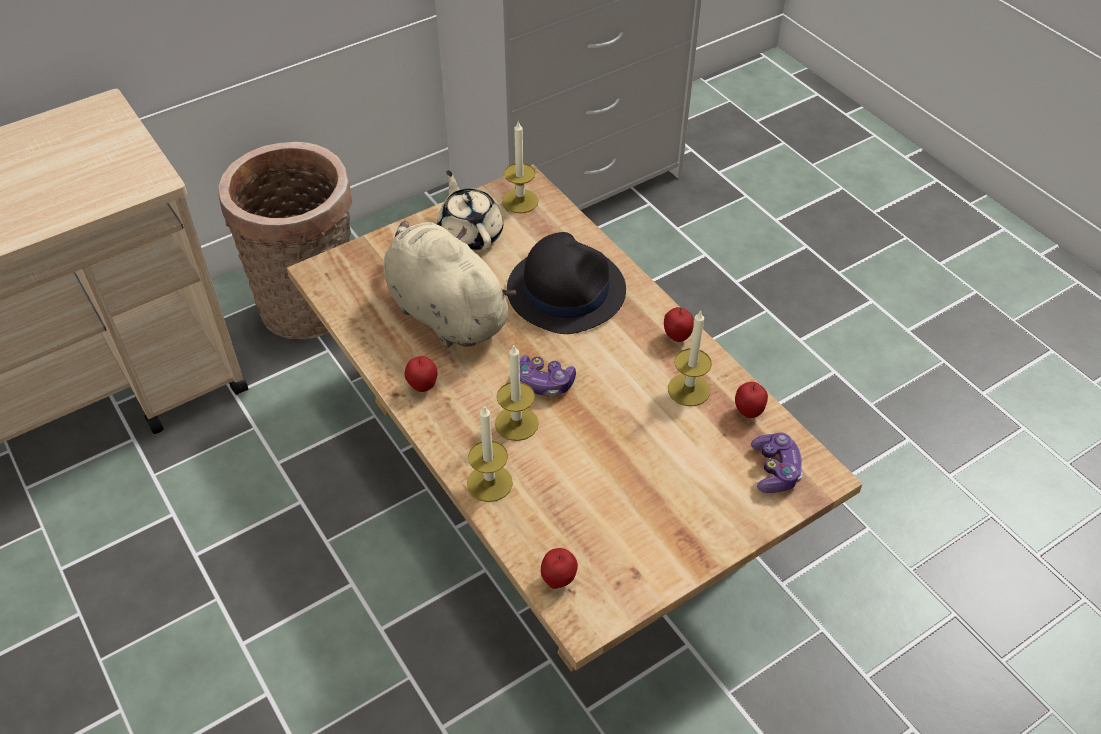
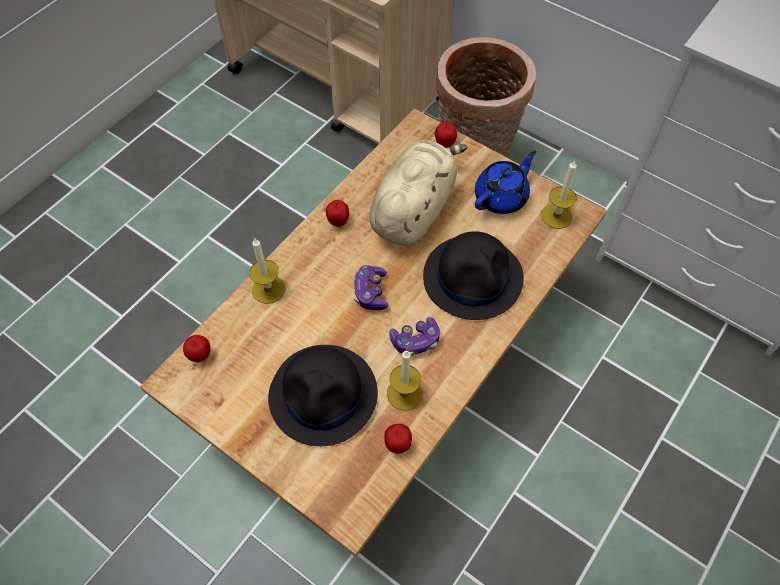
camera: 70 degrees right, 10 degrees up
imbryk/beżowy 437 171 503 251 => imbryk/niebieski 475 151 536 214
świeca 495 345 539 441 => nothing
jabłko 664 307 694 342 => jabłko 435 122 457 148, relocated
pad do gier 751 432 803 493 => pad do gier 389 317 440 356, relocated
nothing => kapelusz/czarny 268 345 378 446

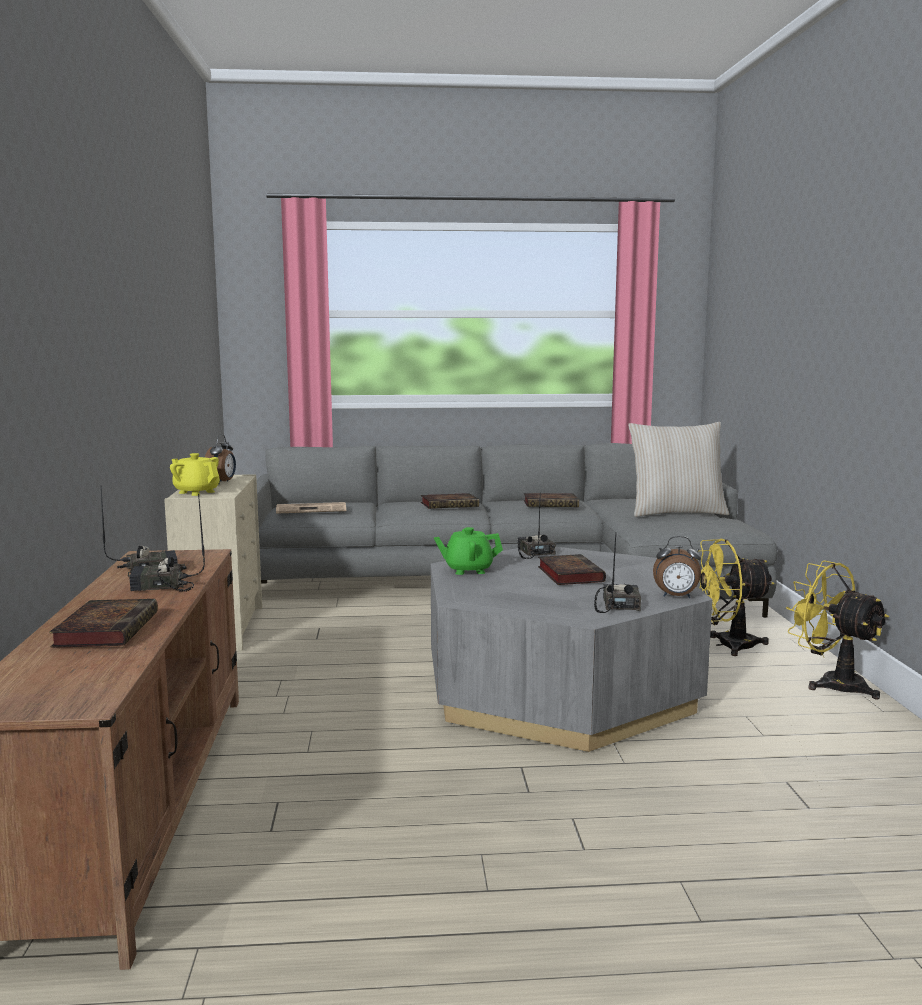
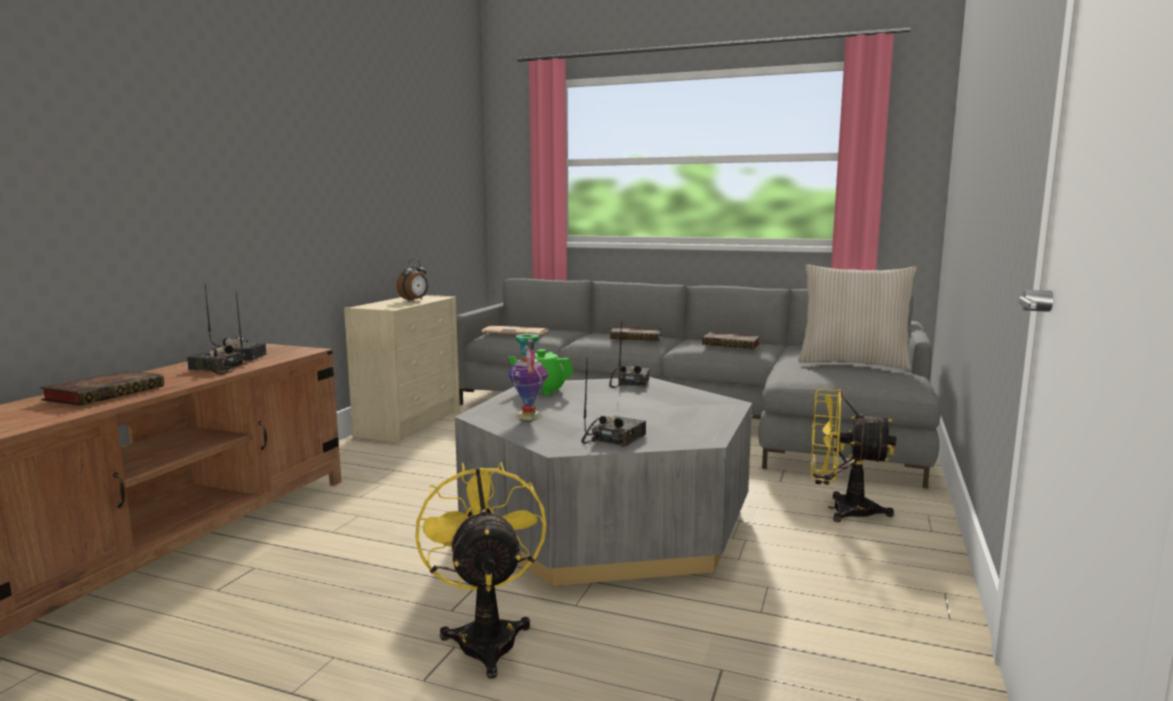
camera: 25 degrees right, 0 degrees up
imbryk/żółty 170 453 220 496 => nothing
książka 538 554 606 585 => nothing
budzik 653 536 701 598 => nothing
wentylator/żółty 786 560 889 699 => wentylator/żółty 416 462 546 679, relocated
nothing => wazon 507 334 549 420

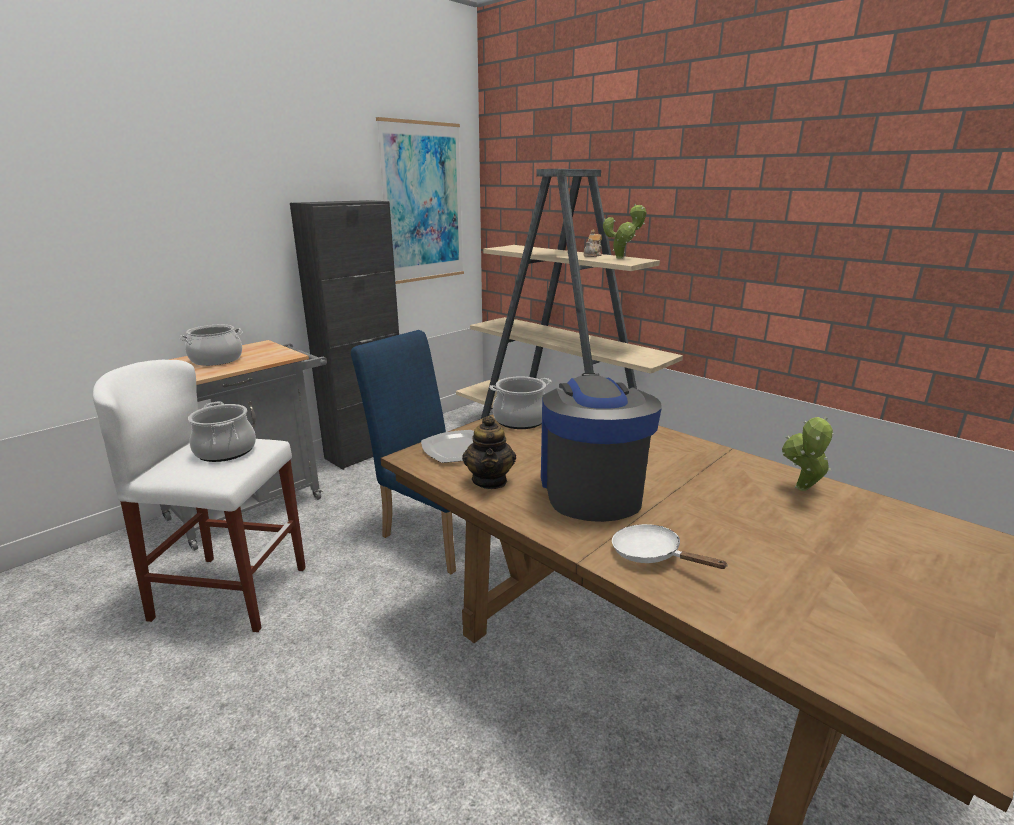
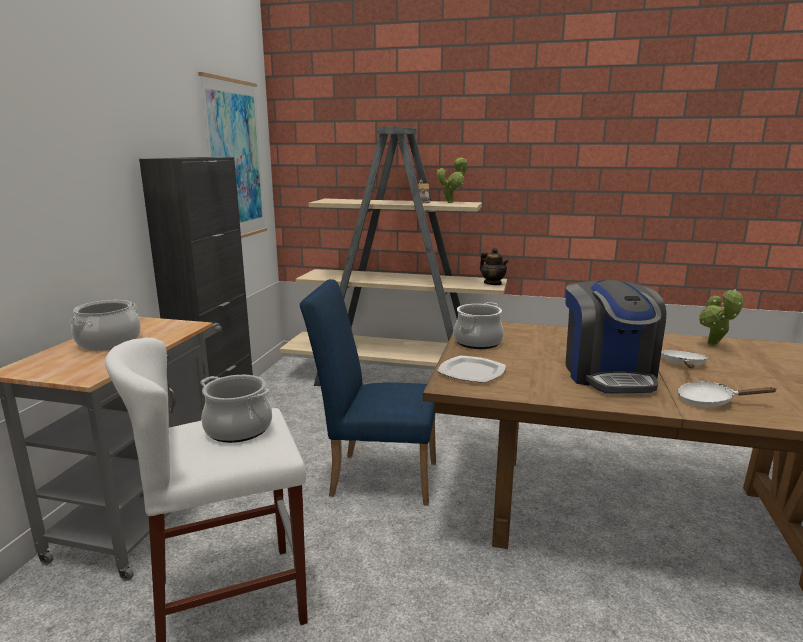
camera: 30 degrees left, 5 degrees down
imbryk 462 416 516 489 => imbryk 480 248 508 285, relocated
ekspres do kawy 541 373 662 522 => ekspres do kawy 565 280 666 393, 150 degrees counterclockwise
nothing => patelnia/biały 661 350 709 368

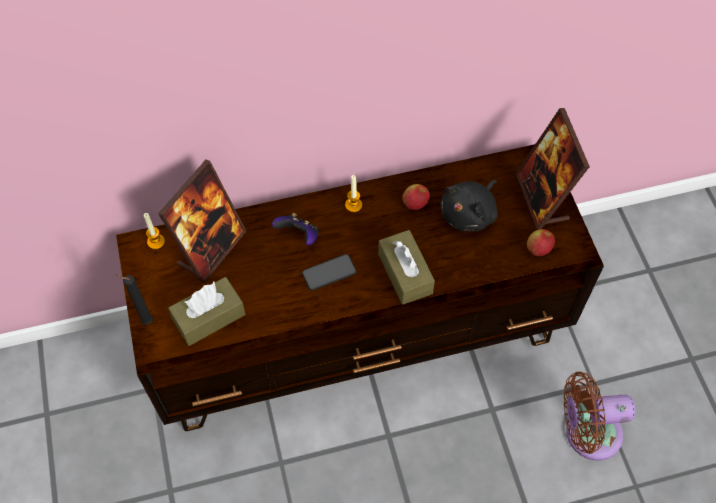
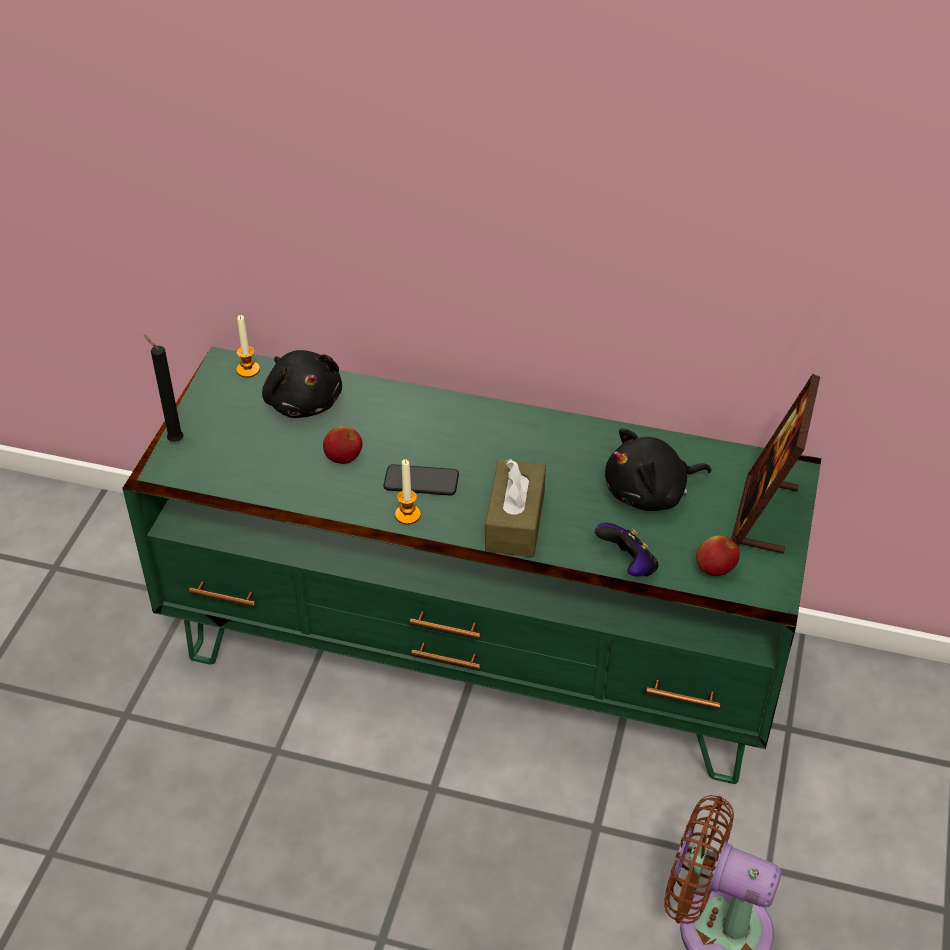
camera: 30 degrees right, 15 degrees down
szafka pod telewizor/brązowy 116 144 604 431 => szafka pod telewizor/zielony 122 347 821 784
ramka na zdjęcie 158 160 246 283 => pluszak/czarny 262 350 342 418
pudełko chusteczek/brązowy 168 277 245 346 => nothing
pad do gier 272 213 319 245 => pad do gier 595 523 659 576, relocated
świeca 345 175 362 212 => świeca 395 459 421 525, relocated
jabłko 403 184 430 210 => jabłko 323 426 363 464, relocated

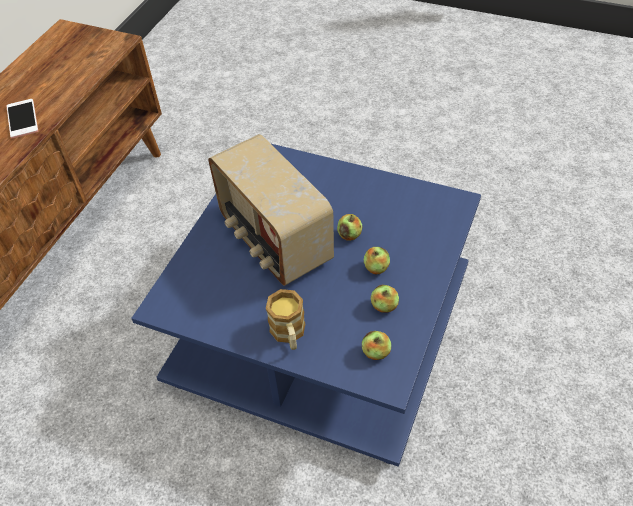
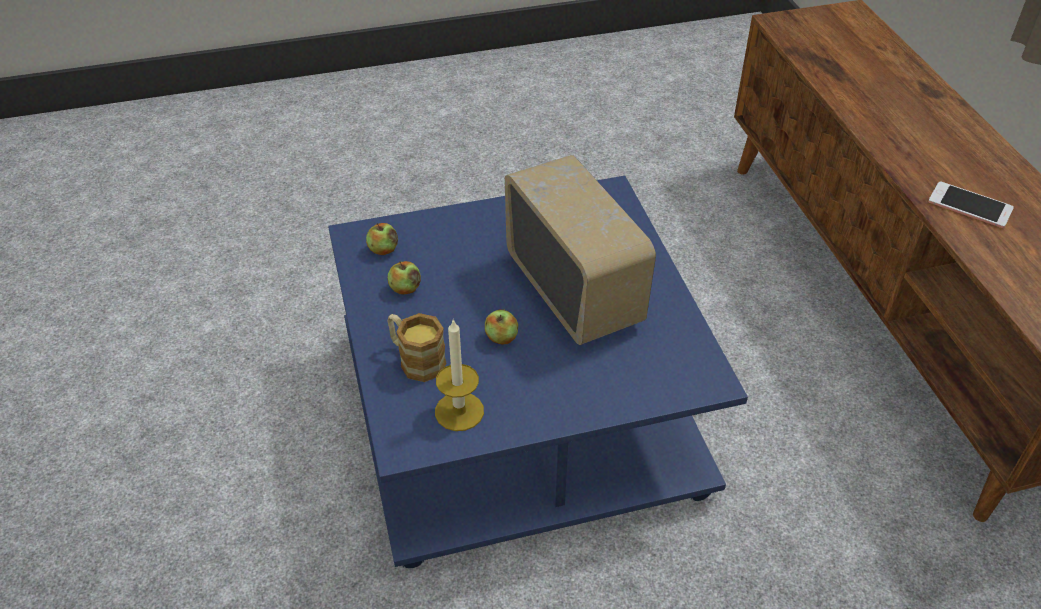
camera: 140 degrees right, 5 degrees down
radio 208 134 334 286 => radio 505 155 656 345, 45 degrees clockwise
kubek 266 289 305 350 => kubek 387 313 446 382, relocated
jabłko 364 247 390 274 => nothing
nothing => świeca 435 319 484 431

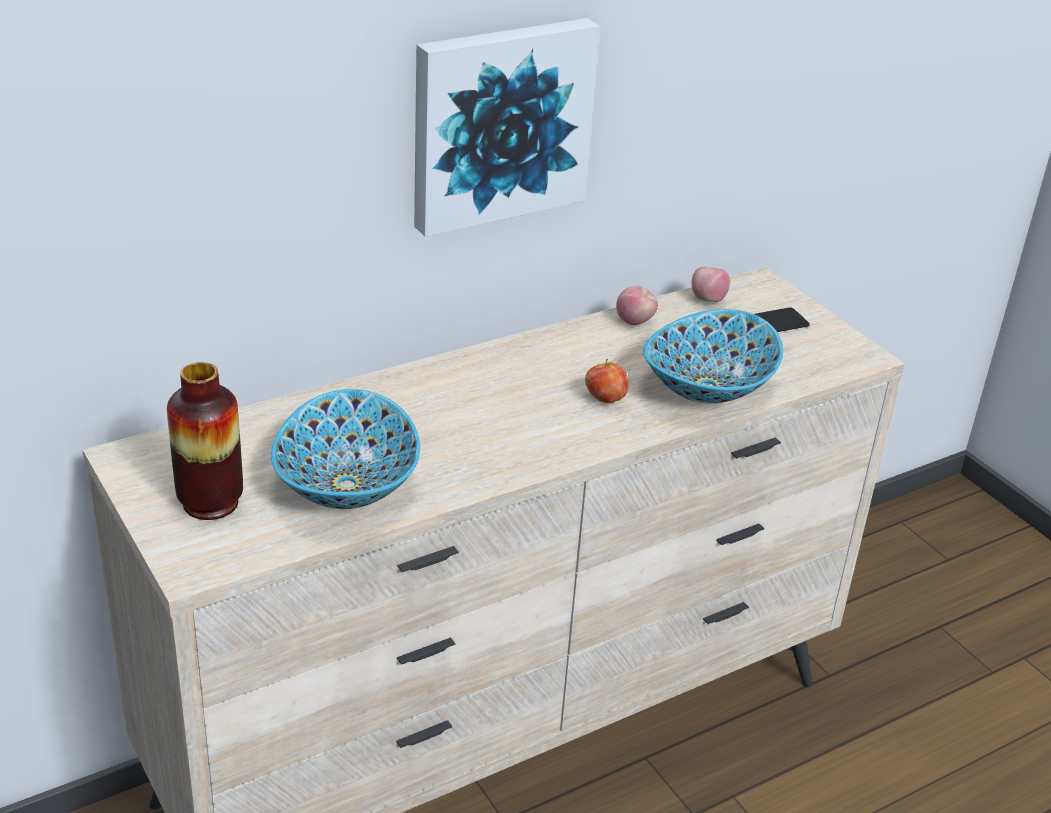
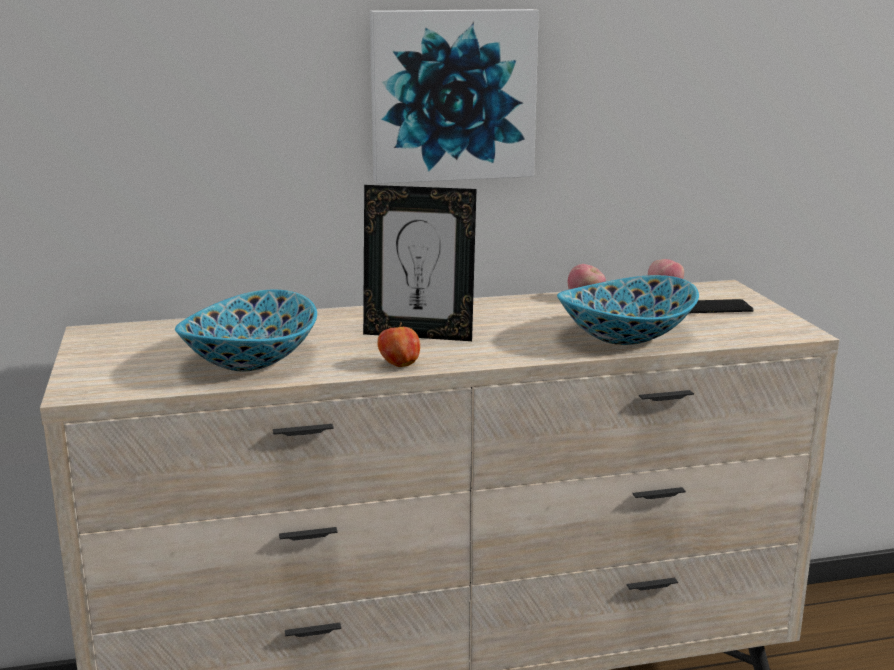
camera: 20 degrees right, 15 degrees down
wazon 167 362 243 520 => nothing
jabłko 585 358 628 403 => jabłko 378 322 420 367, relocated
nothing => ramka na zdjęcie 363 185 476 341

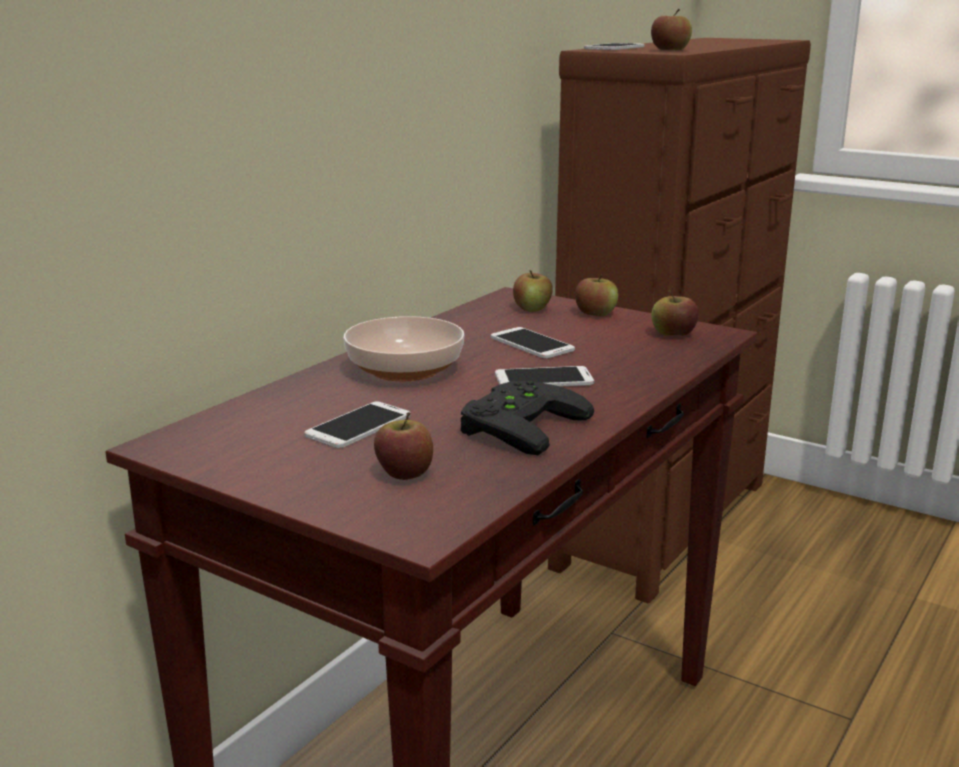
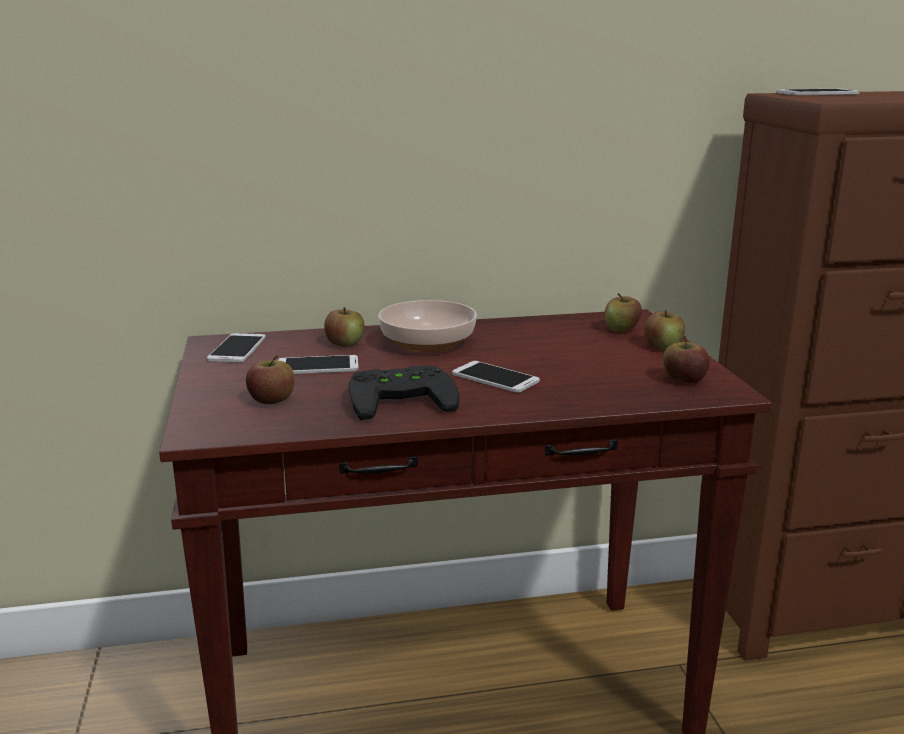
camera: 45 degrees right, 0 degrees up
telefon 491 327 575 359 => telefon 207 333 266 363, relocated
jabłko 651 9 692 50 => jabłko 324 307 365 347, relocated

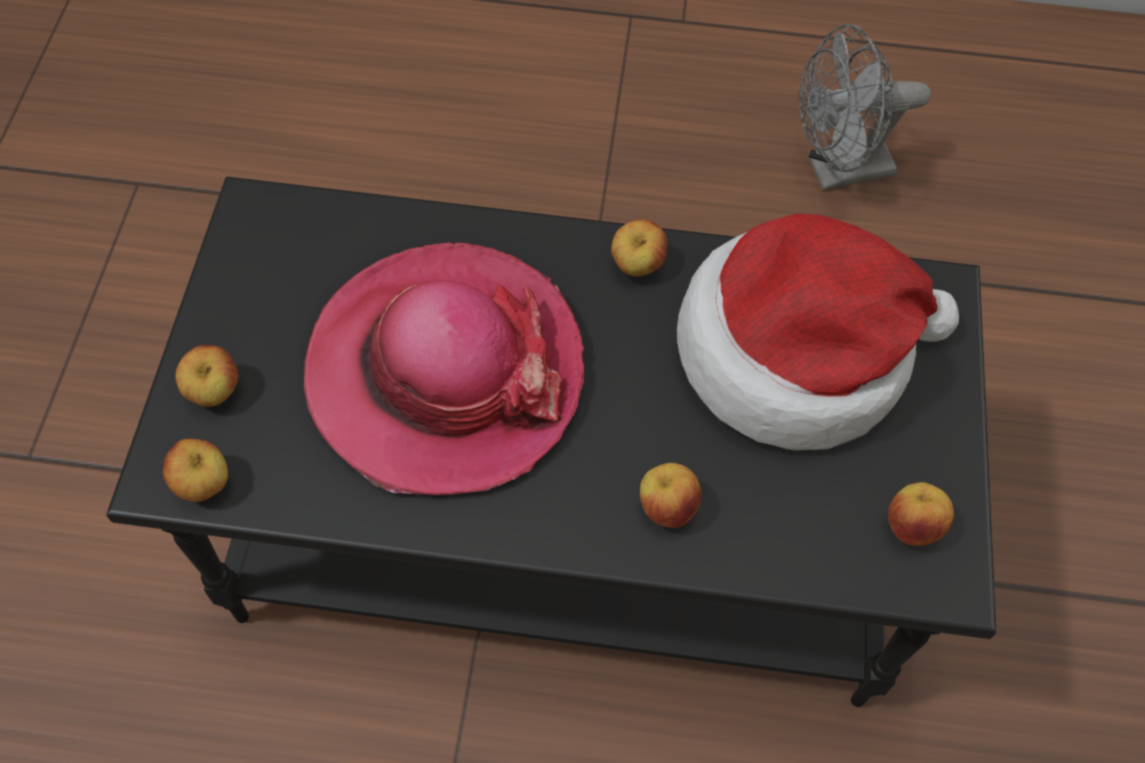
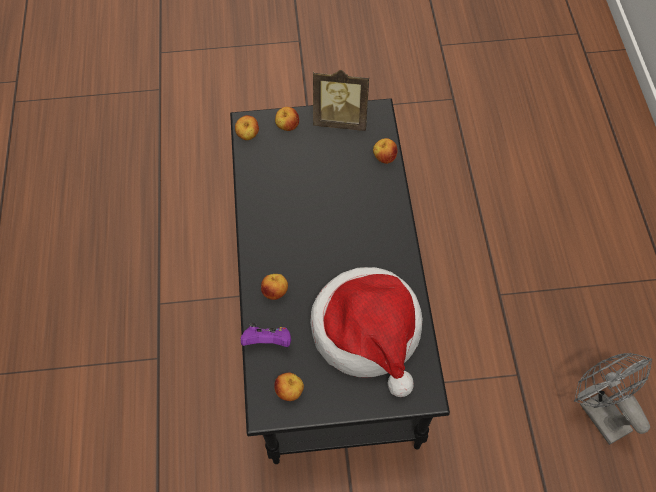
camera: 80 degrees right, 0 degrees up
kapelusz 304 242 584 495 => nothing
jabłko 611 219 668 276 => jabłko 373 138 398 164, relocated
nothing => pad do gier/fioletowy 241 323 291 347
nothing => ramka na zdjęcie 313 70 369 131

